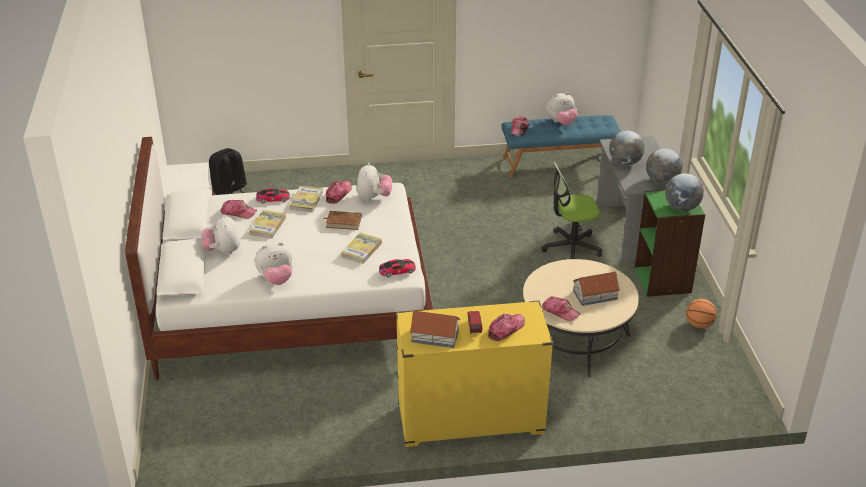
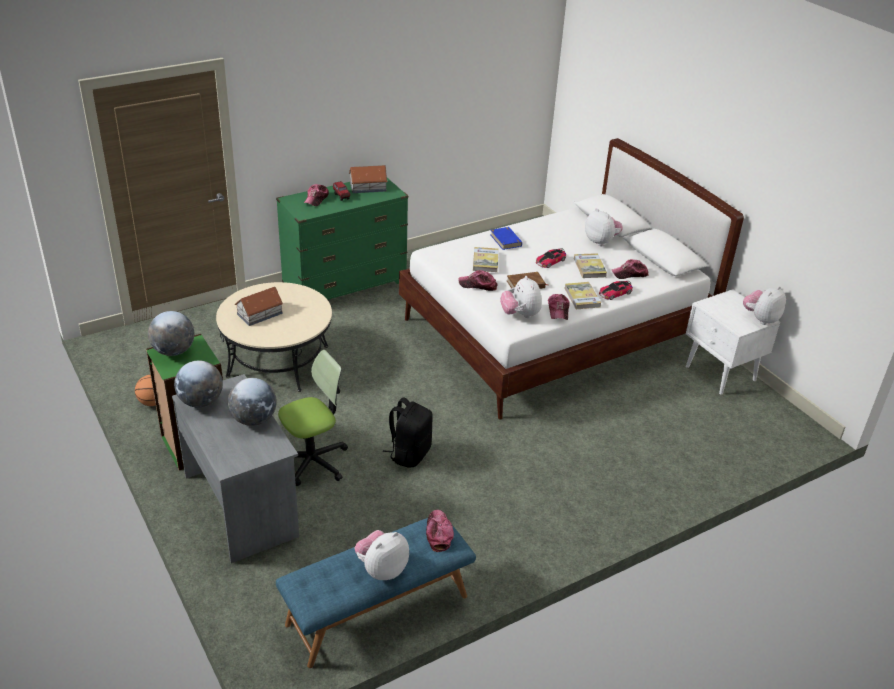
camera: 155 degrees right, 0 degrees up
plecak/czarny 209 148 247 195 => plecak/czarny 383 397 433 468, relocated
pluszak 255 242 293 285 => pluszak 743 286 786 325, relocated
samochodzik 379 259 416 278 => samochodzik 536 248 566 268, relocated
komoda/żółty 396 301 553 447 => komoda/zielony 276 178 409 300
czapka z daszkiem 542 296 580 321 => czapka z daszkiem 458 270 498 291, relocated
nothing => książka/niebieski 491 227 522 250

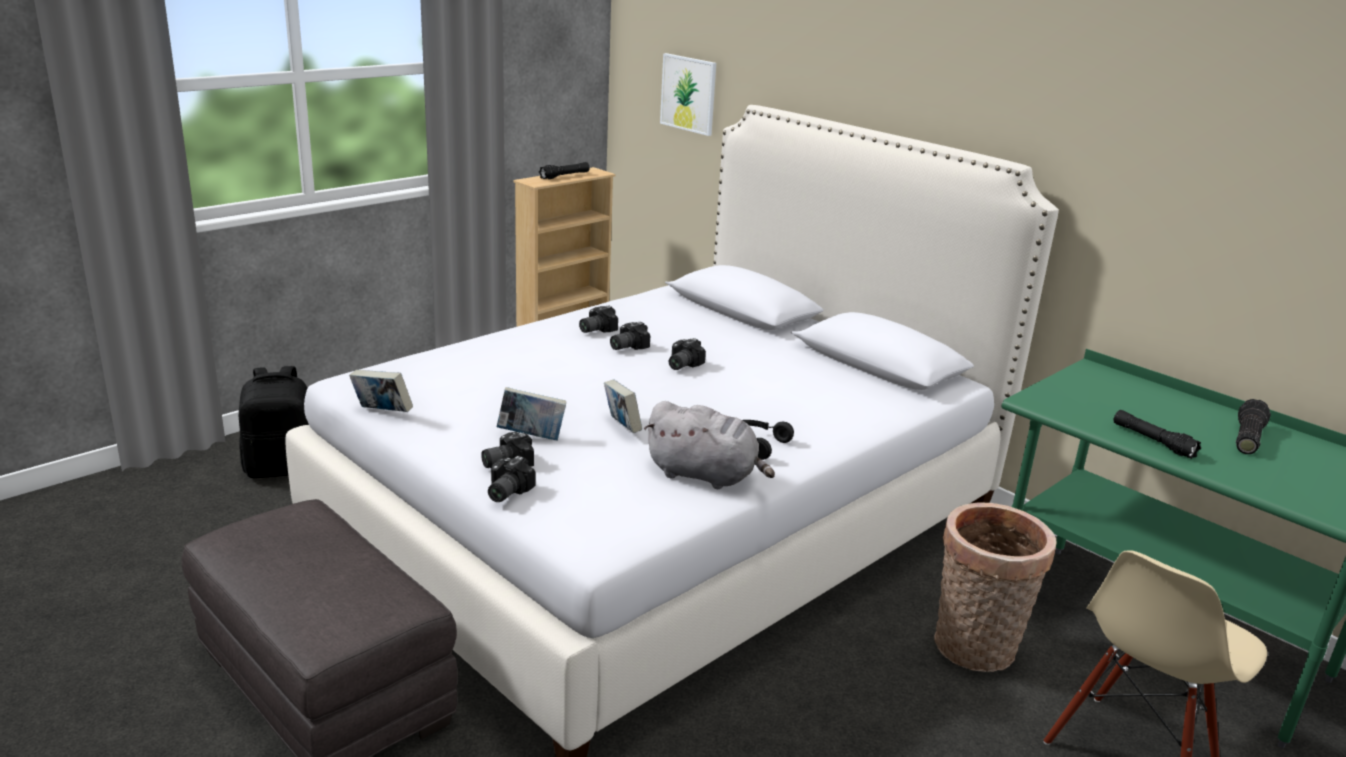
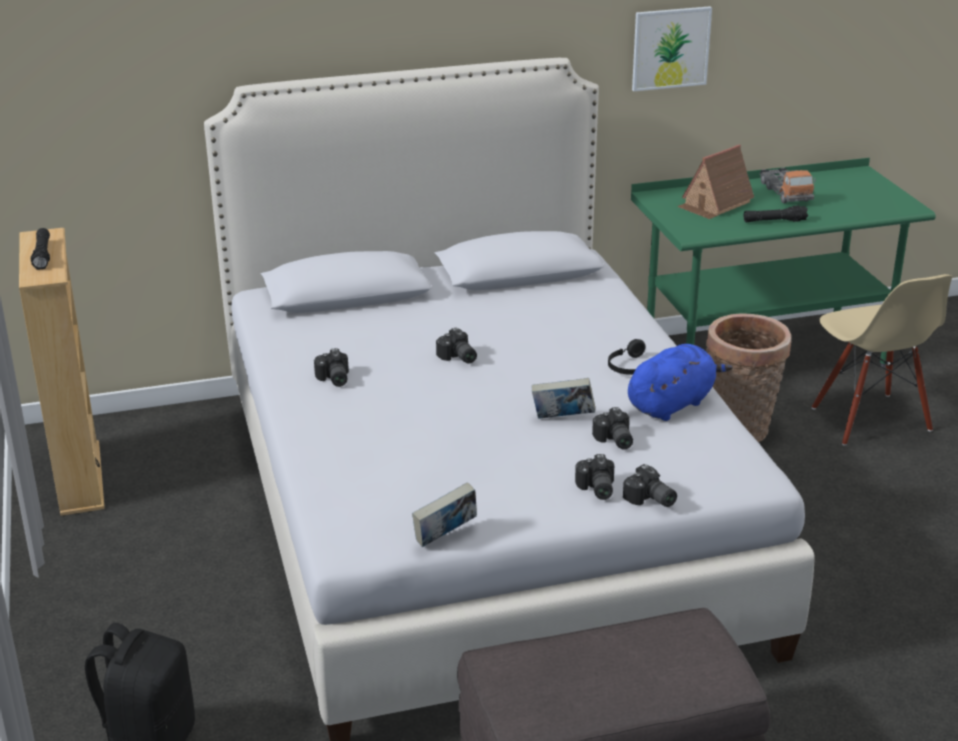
camera: 60 degrees left, 5 degrees up
książka 497 387 566 441 => nothing
aparat fotograficzny 610 322 650 350 => aparat fotograficzny 592 407 633 450, relocated
pluszak/szary 644 401 775 489 => pluszak/niebieski 628 344 733 421
obraz 660 53 716 136 => obraz 632 6 712 91, relocated
latarka 1236 399 1271 454 => ciężarówka zabawkowa 760 167 816 203
nothing => domek 677 144 754 219

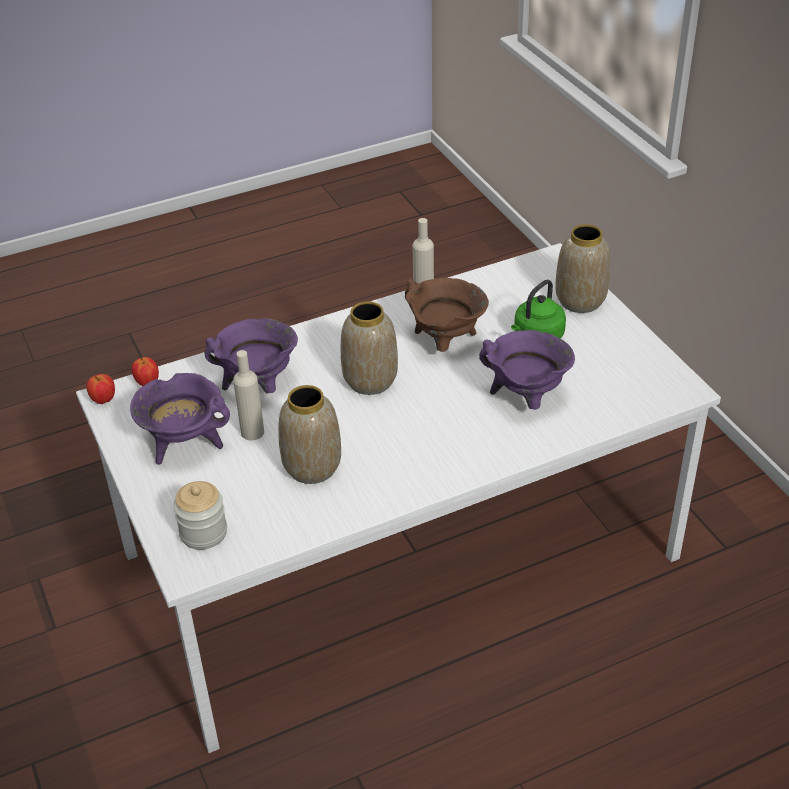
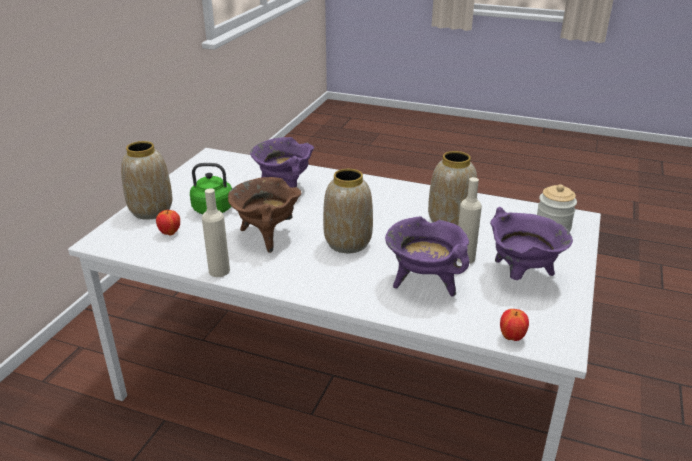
camera: 135 degrees left, 10 degrees down
jabłko 86 374 115 404 => jabłko 156 209 180 236, relocated

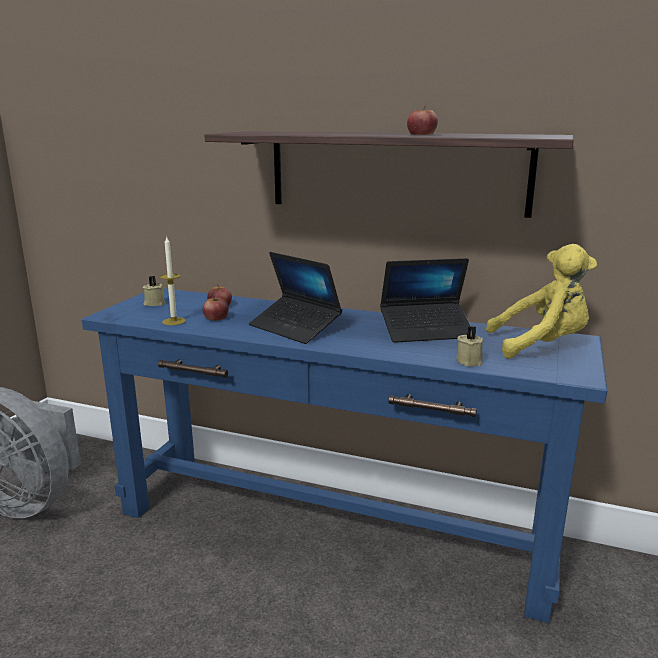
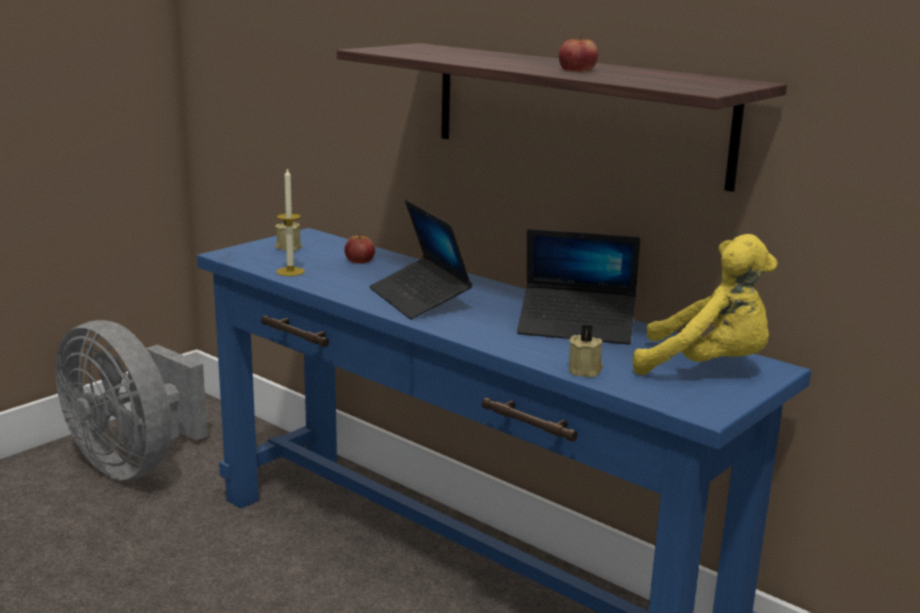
camera: 20 degrees right, 0 degrees up
jabłko 203 297 229 321 => nothing

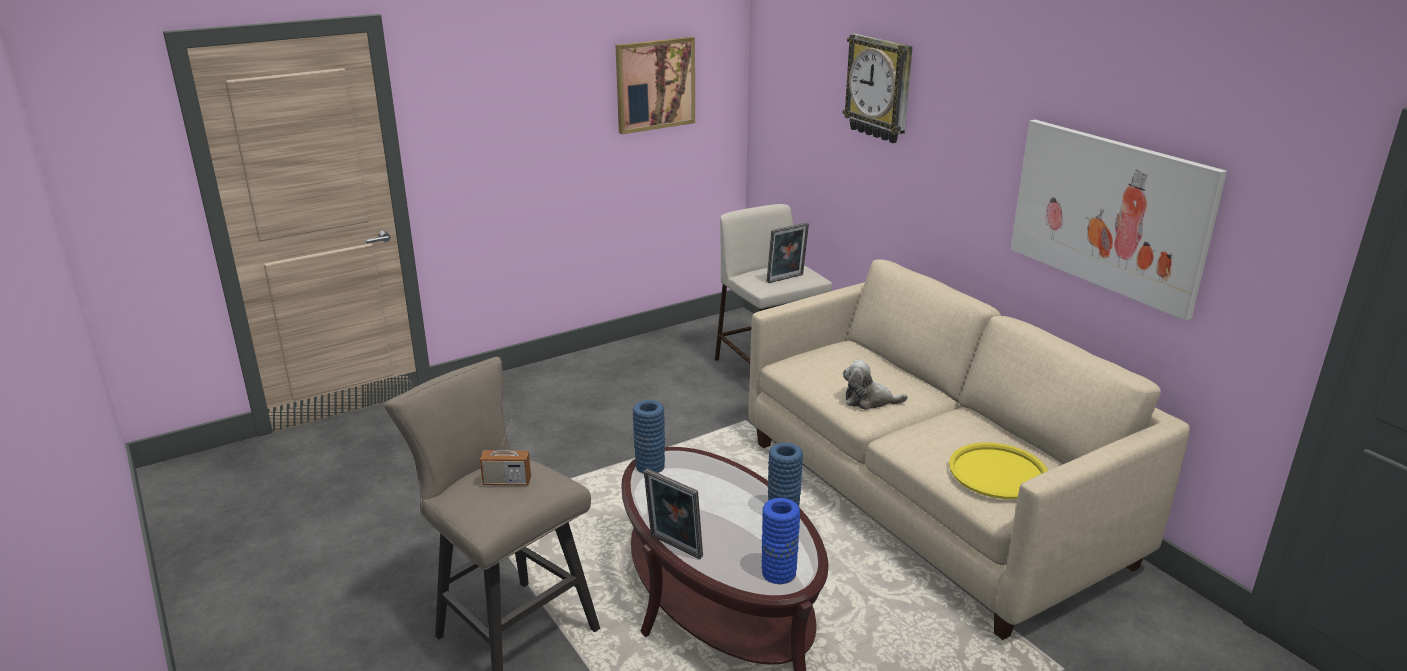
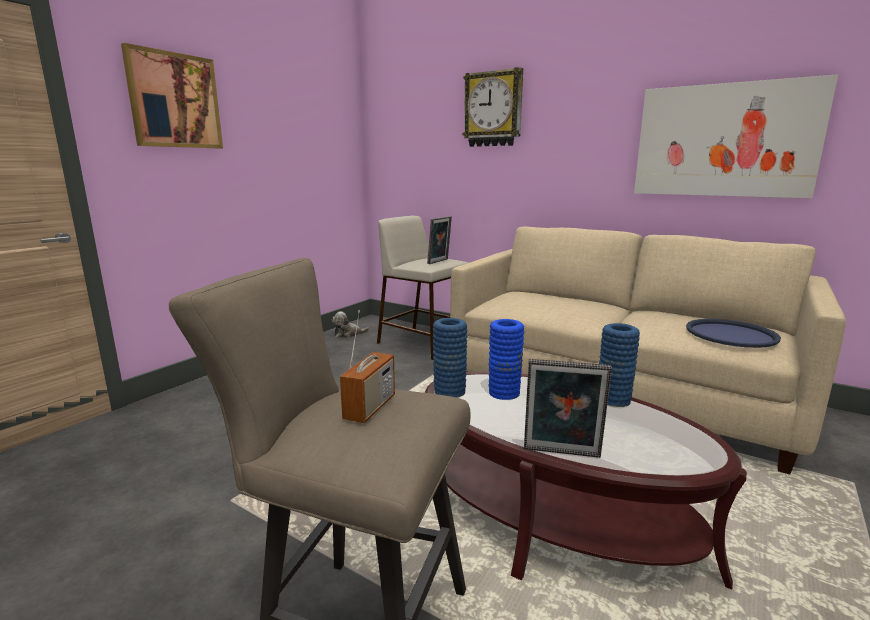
camera: 25 degrees left, 10 degrees down
radio 480 419 531 485 => radio 340 310 395 423, 45 degrees counterclockwise
obraz 615 37 695 134 => obraz 121 43 223 149, relocated
wazon/niebieski 762 498 800 584 => wazon/niebieski 488 319 524 400, relocated
pluszak 843 360 908 410 => pluszak 332 311 369 338, relocated
taca/żółty 949 443 1048 499 => taca/niebieski 686 319 781 348

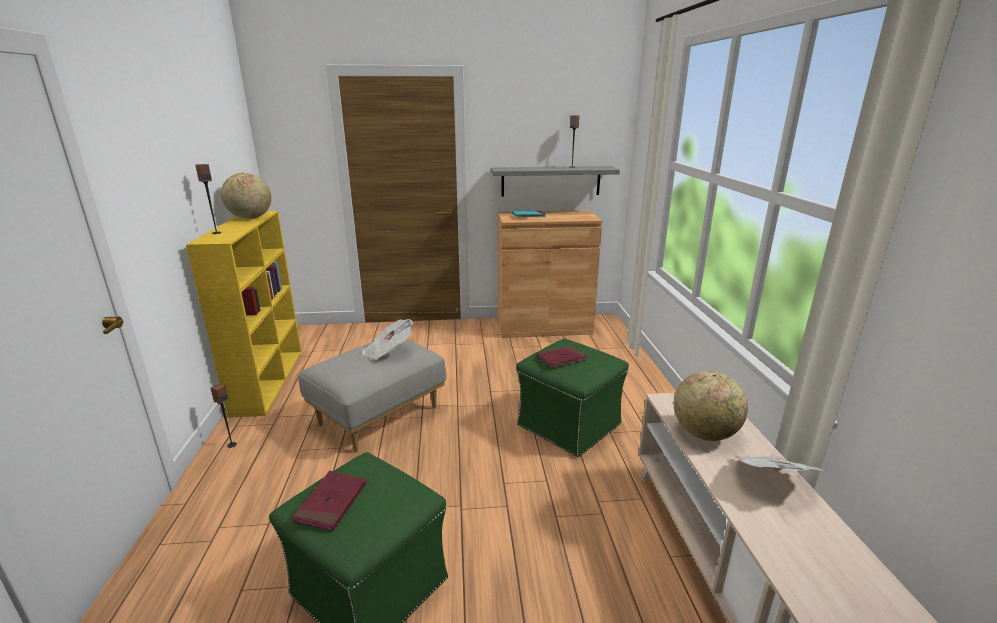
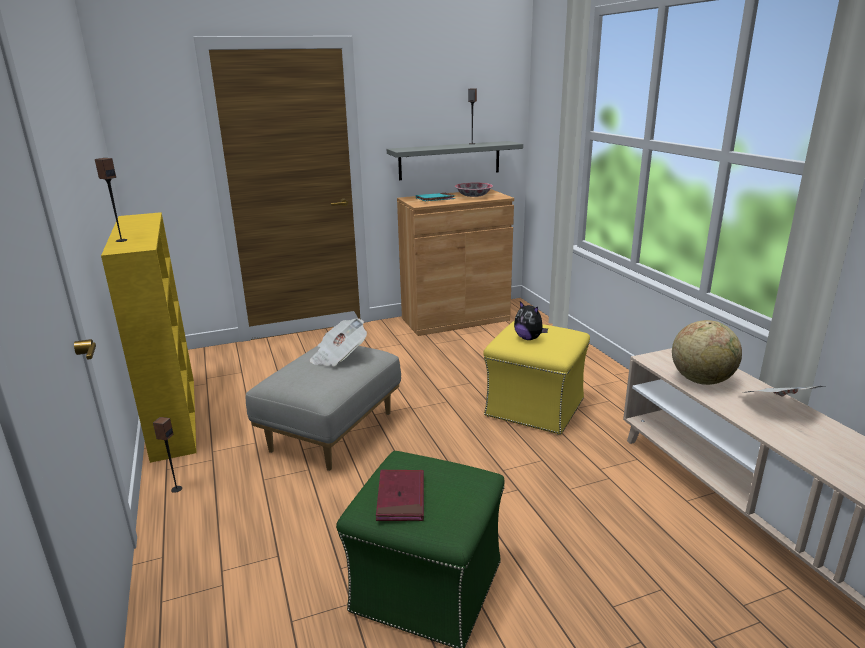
camera: 15 degrees left, 0 degrees up
globus 221 173 271 219 => nothing
pufa/zielony 516 339 629 457 => pufa/żółty 483 321 590 435
książka/czerwony 537 346 588 368 => pluszak 514 301 548 340
nothing => miska 455 183 493 197

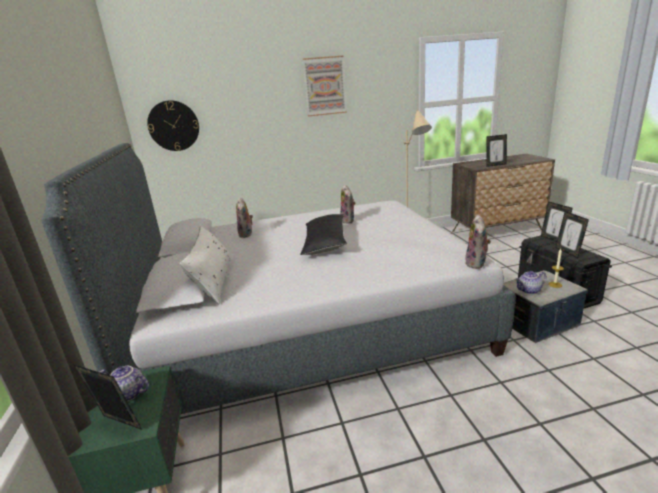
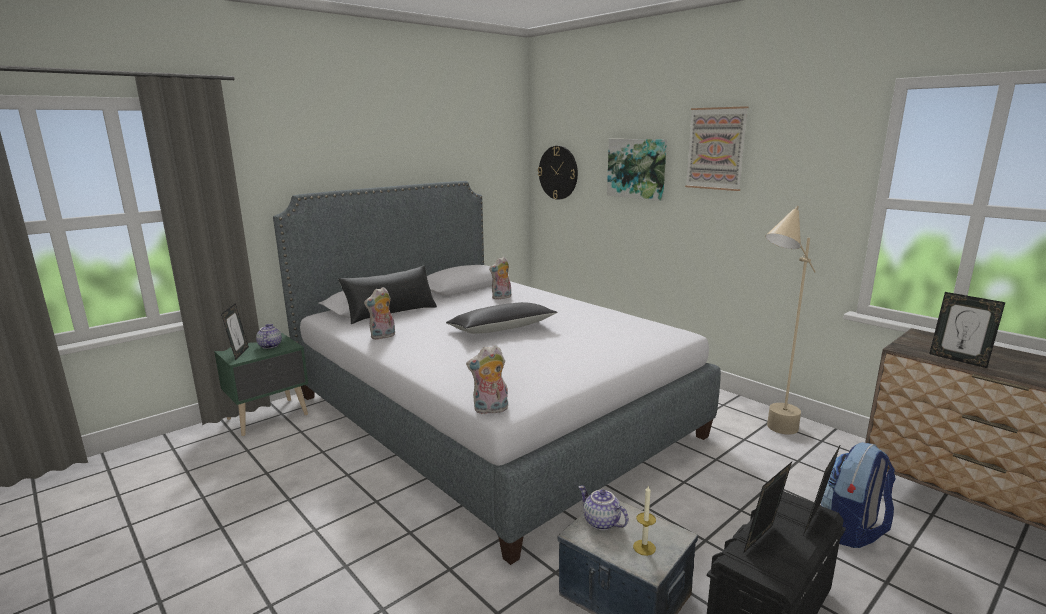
camera: 60 degrees right, 5 degrees down
poduszka/biały 179 226 232 304 => poduszka/czarny 338 265 437 324
pluszak 340 185 356 224 => pluszak 364 287 395 340, relocated
nothing => obraz 607 139 667 201
nothing => plecak 821 442 896 548

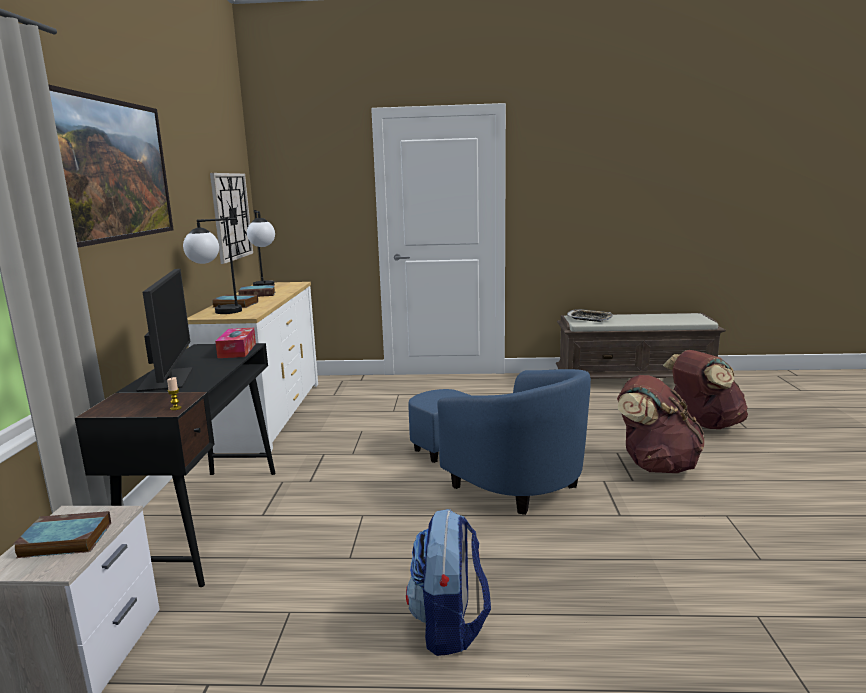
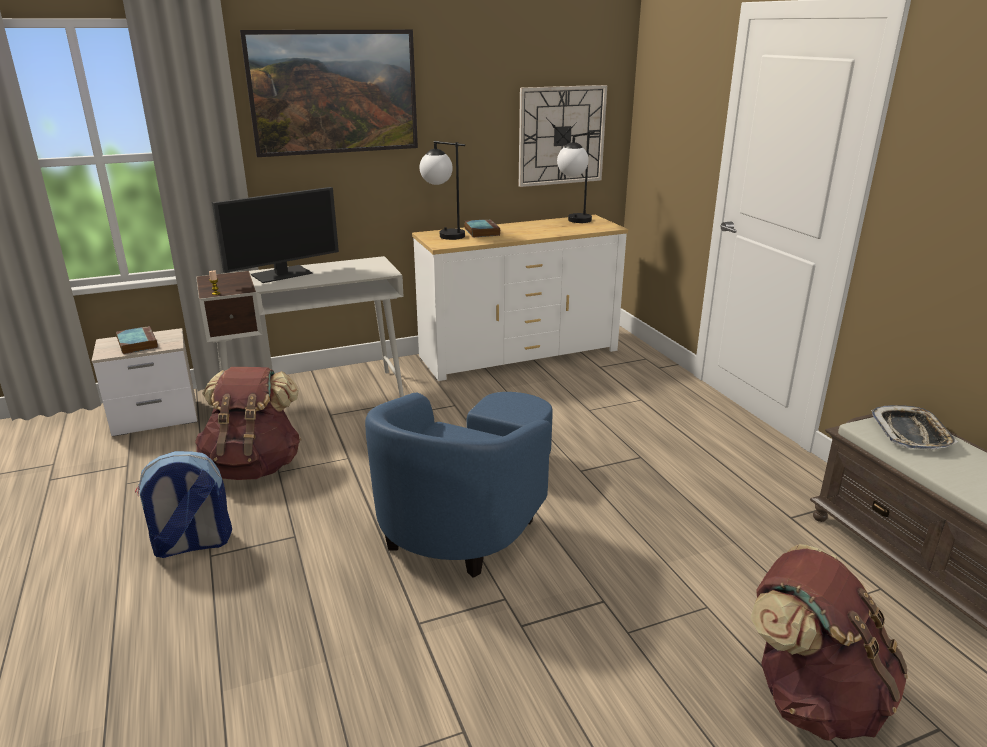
camera: 65 degrees right, 10 degrees up
biurko/czarny 75 343 276 587 => biurko/biały 196 256 404 397
pudełko chusteczek 215 328 256 358 => nothing
książka 238 285 275 297 => nothing
plecak/brązowy 617 375 705 473 => plecak/brązowy 195 367 301 480, relocated

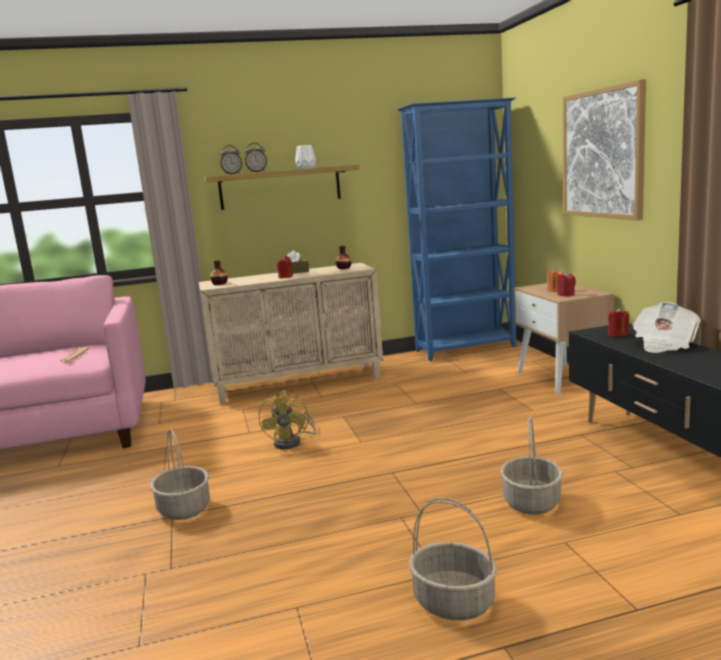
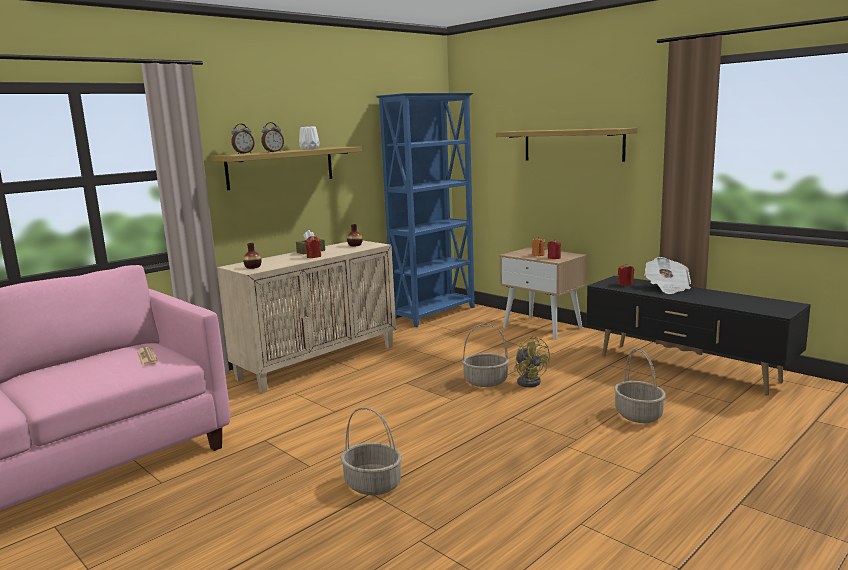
camera: 30 degrees left, 0 degrees up
wentylator/żółty 259 390 316 449 => wentylator/żółty 514 335 550 387, relocated
koszyk 409 498 497 620 => koszyk 462 324 509 387, relocated
obraz 563 79 646 220 => półka 496 128 638 162

